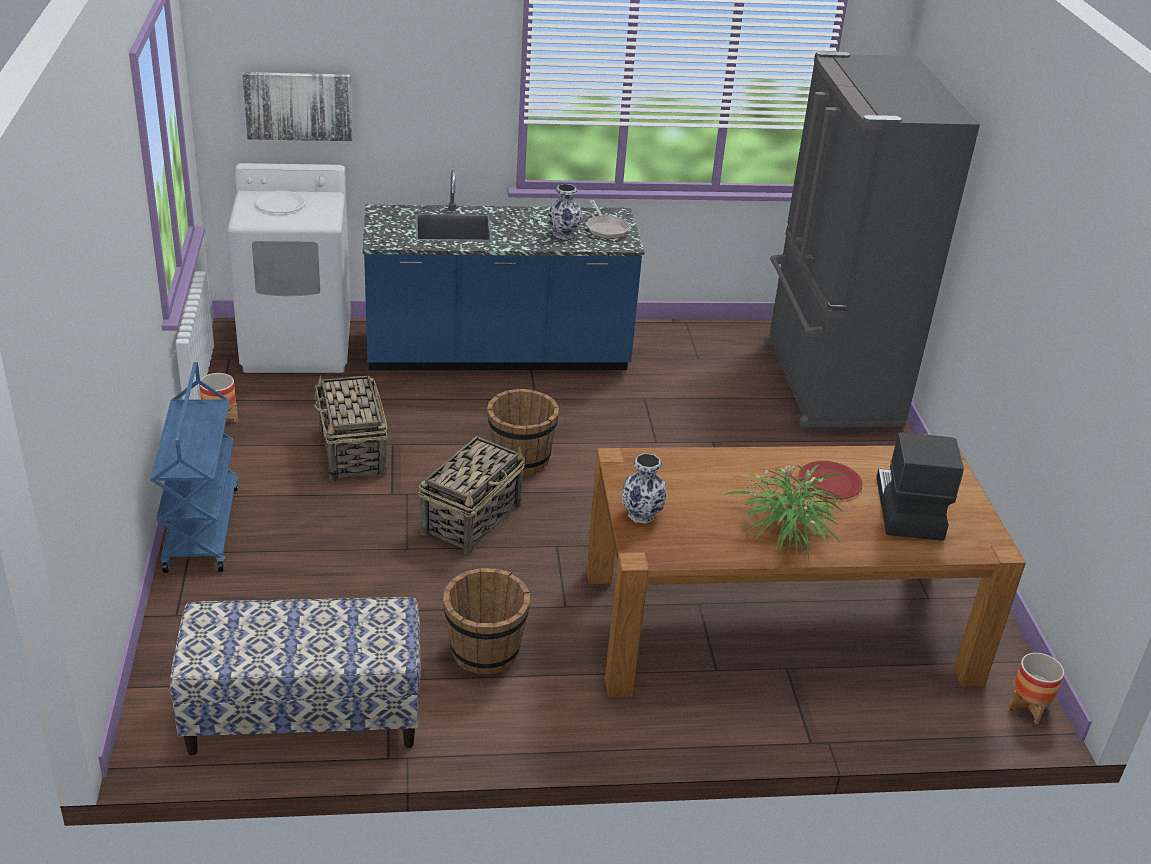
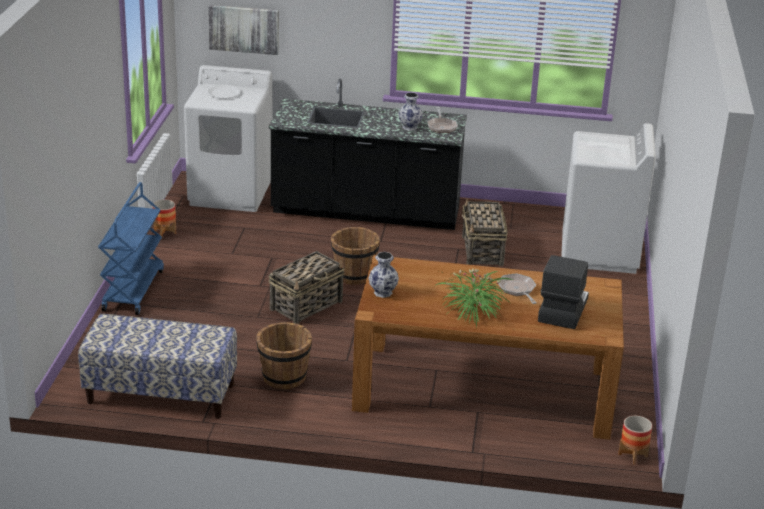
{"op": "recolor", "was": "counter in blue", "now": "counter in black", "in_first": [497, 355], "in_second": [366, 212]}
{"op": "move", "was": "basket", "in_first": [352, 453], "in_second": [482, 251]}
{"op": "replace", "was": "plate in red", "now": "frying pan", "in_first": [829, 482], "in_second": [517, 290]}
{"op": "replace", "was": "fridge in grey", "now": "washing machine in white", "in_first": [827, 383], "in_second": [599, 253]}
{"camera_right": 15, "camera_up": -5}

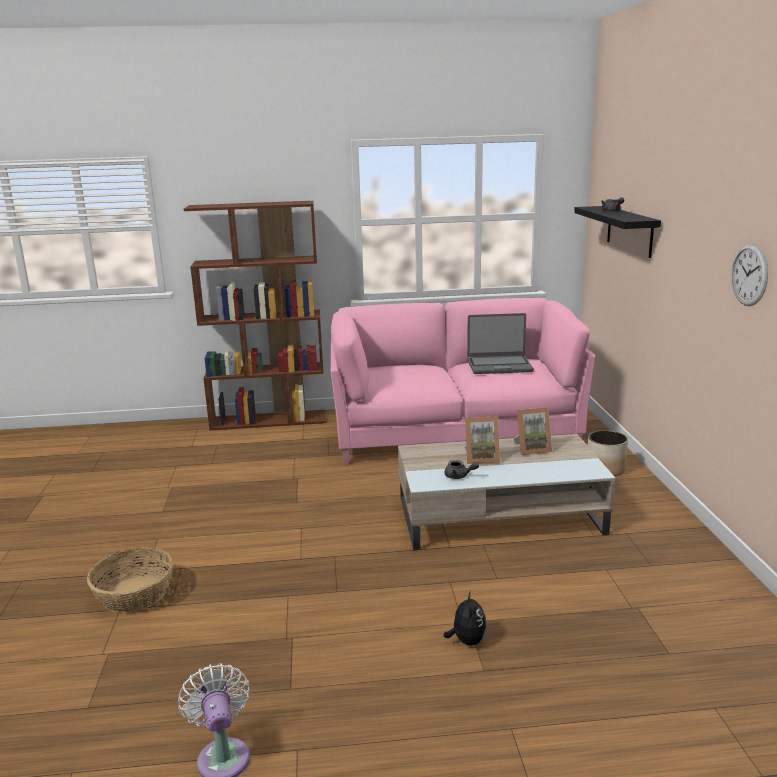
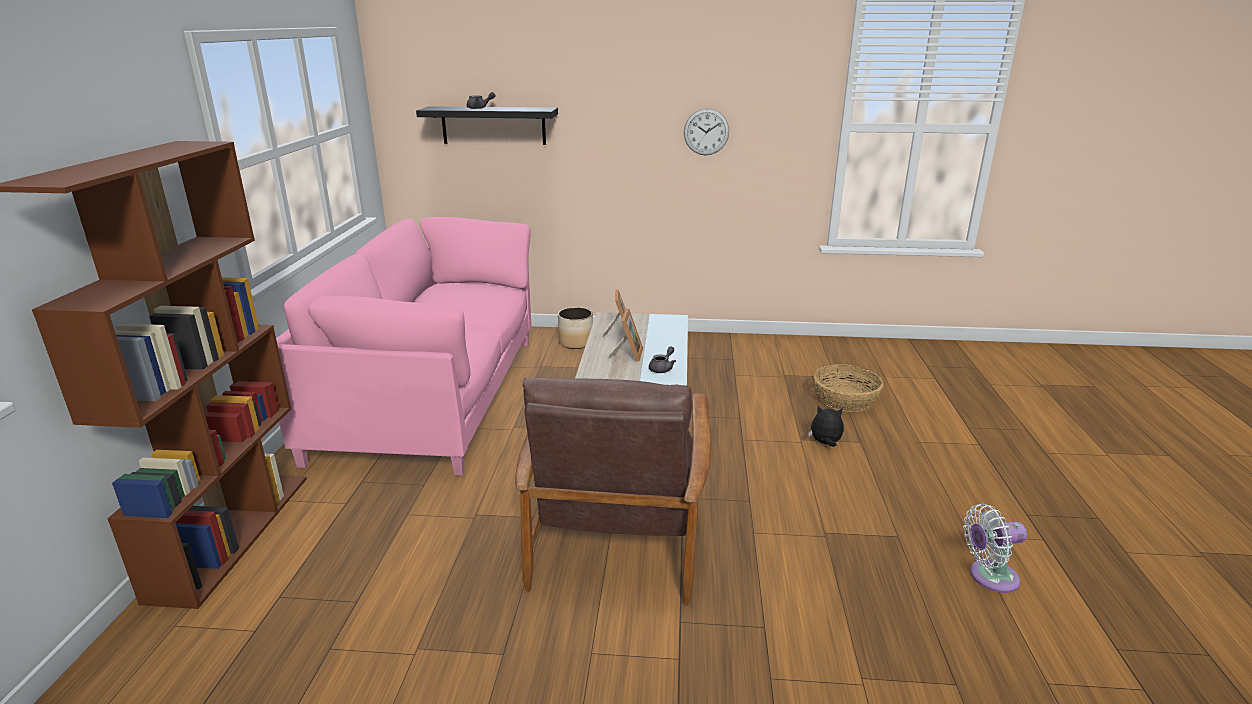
{"op": "insert", "now": "armchair in brown", "in_second": [618, 533]}
{"op": "move", "was": "basket", "in_first": [134, 594], "in_second": [844, 400]}
{"op": "delete", "was": "laptop", "in_first": [499, 366]}
{"camera_right": -80, "camera_up": 5}

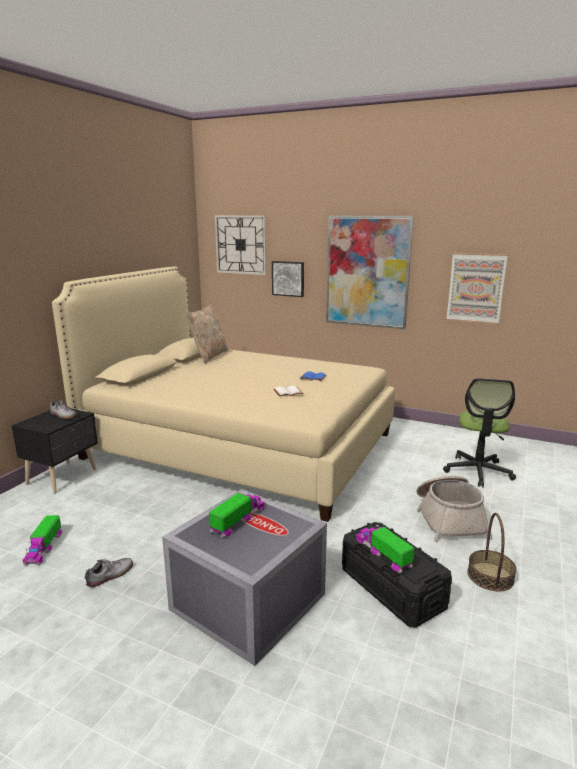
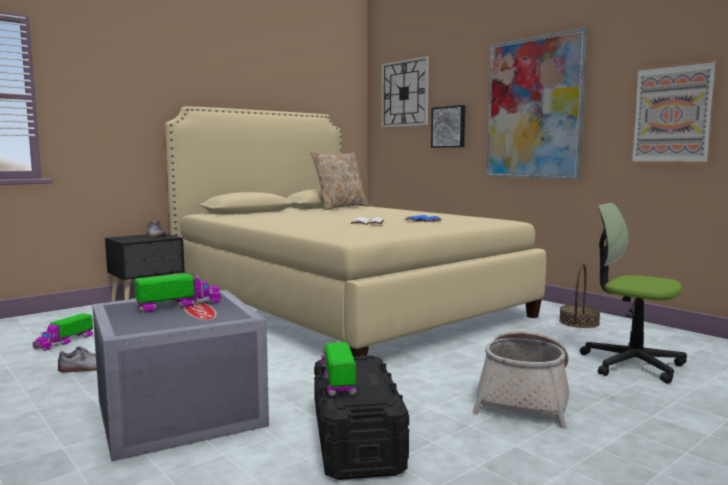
{"op": "move", "was": "basket", "in_first": [490, 576], "in_second": [579, 322]}
{"op": "rotate", "was": "office chair", "in_first": [478, 471], "in_second": [631, 364], "clockwise": 90}
{"camera_right": 25, "camera_up": -10}

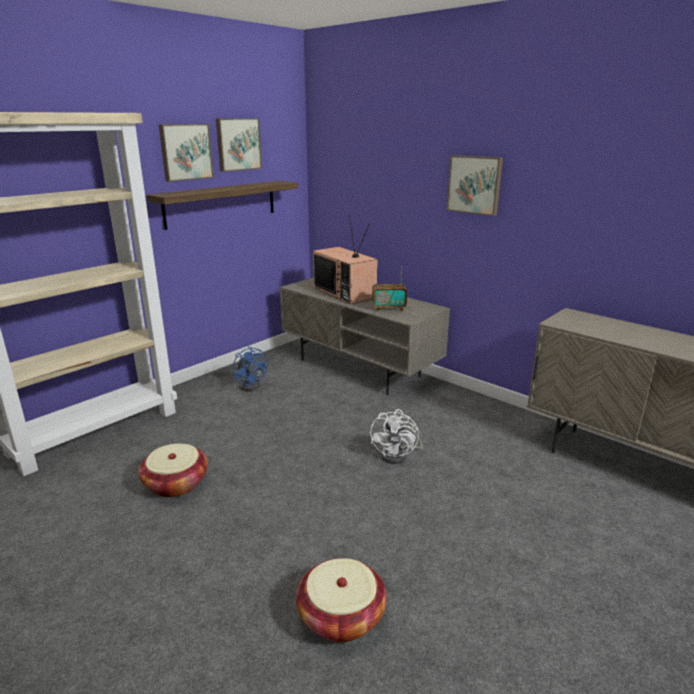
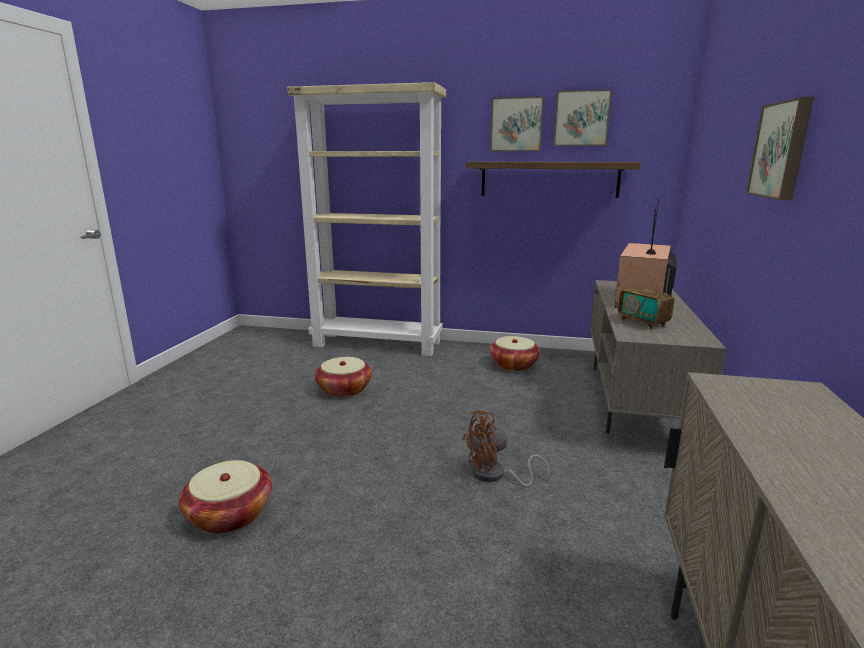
{"op": "recolor", "was": "fan in white", "now": "fan in brown", "in_first": [399, 455], "in_second": [495, 475]}
{"op": "replace", "was": "fan in blue", "now": "basket", "in_first": [251, 384], "in_second": [513, 365]}
{"camera_right": 60, "camera_up": -5}

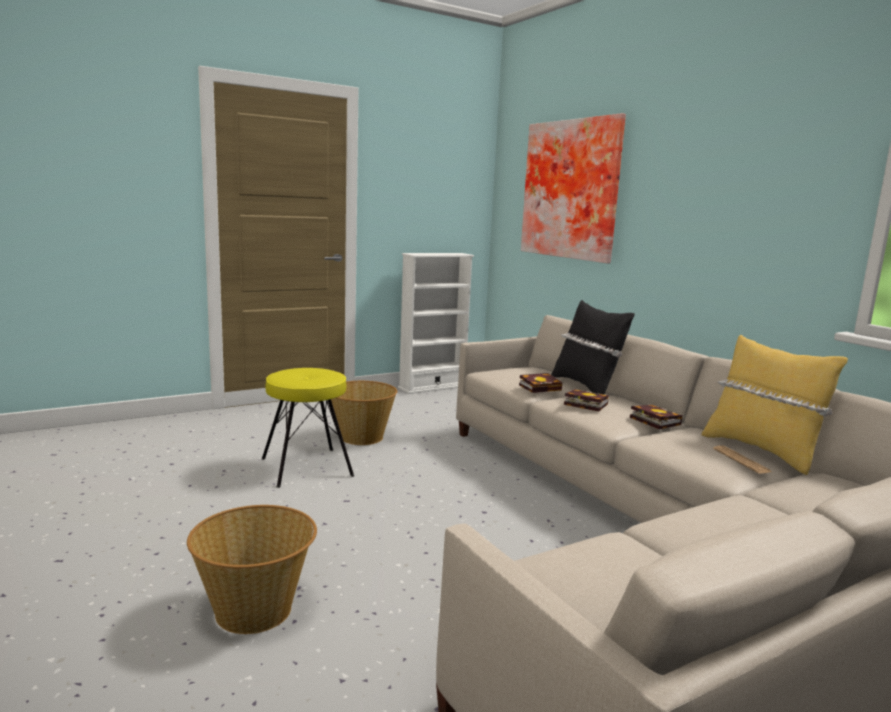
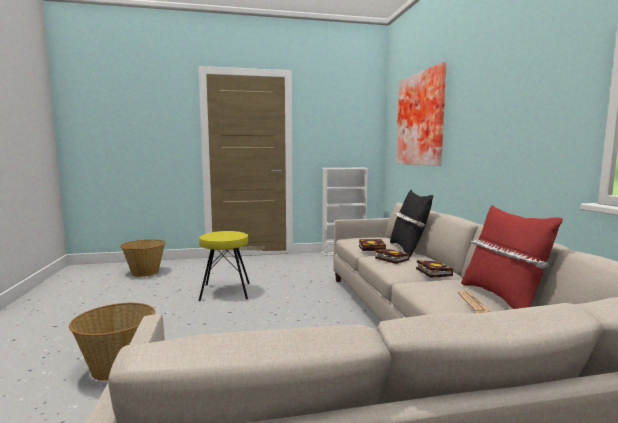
{"op": "move", "was": "basket", "in_first": [361, 437], "in_second": [145, 272]}
{"op": "recolor", "was": "pillow in yellow", "now": "pillow in red", "in_first": [761, 451], "in_second": [502, 298]}
{"camera_right": 20, "camera_up": -5}

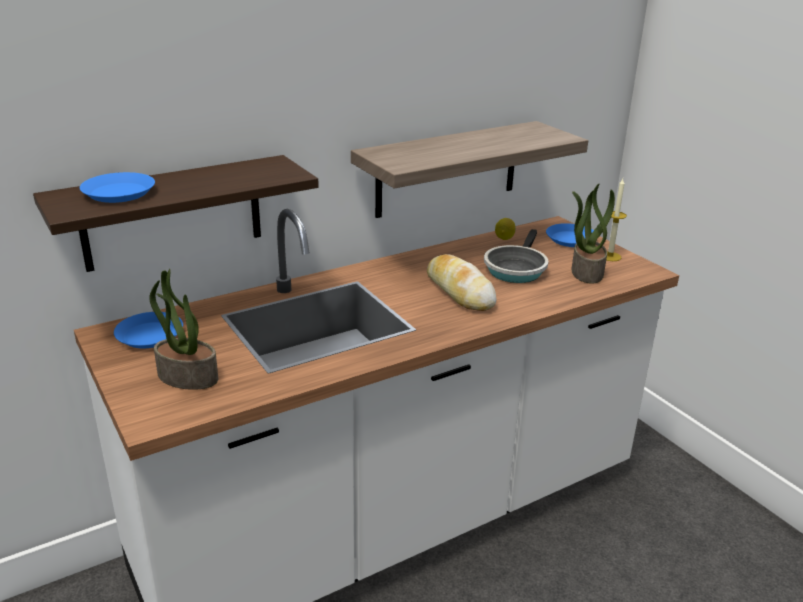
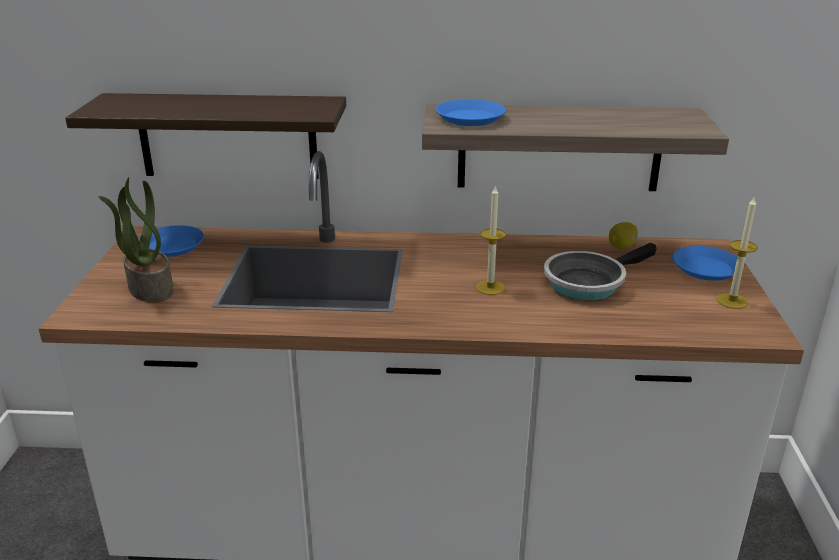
{"op": "move", "was": "plate in blue", "in_first": [119, 193], "in_second": [469, 118]}
{"op": "replace", "was": "bread", "now": "candle", "in_first": [459, 291], "in_second": [490, 287]}
{"op": "delete", "was": "potted plant", "in_first": [586, 272]}
{"camera_right": 35, "camera_up": 0}

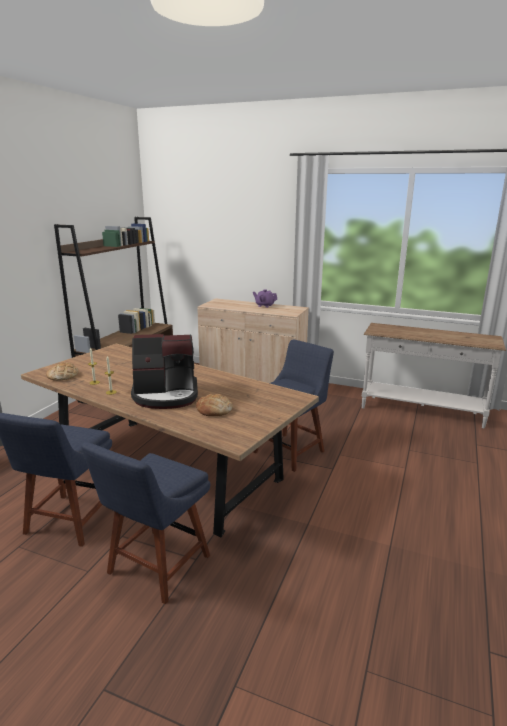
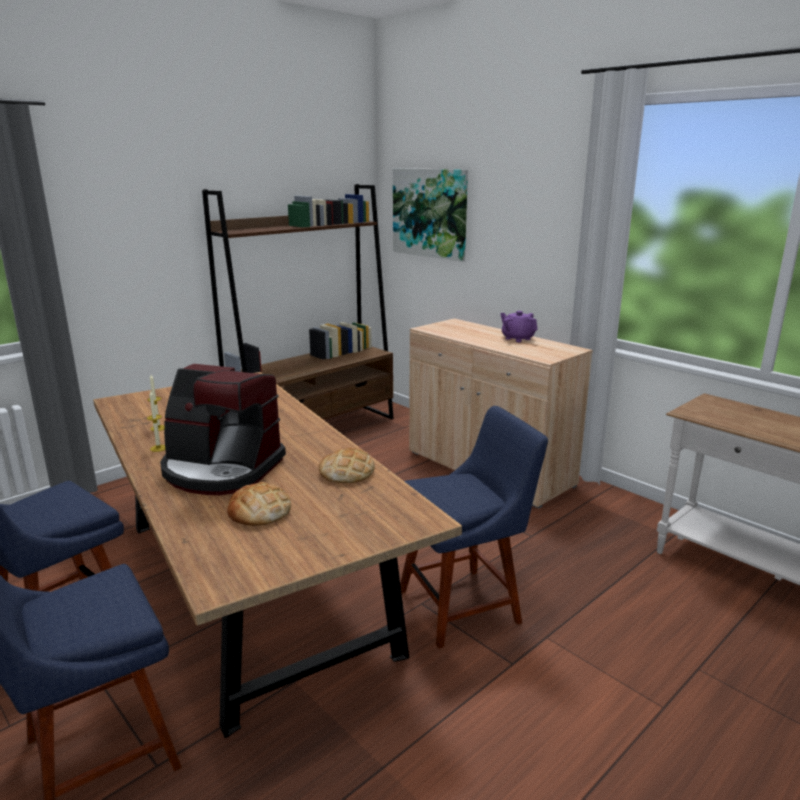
{"op": "move", "was": "bread", "in_first": [63, 375], "in_second": [347, 472]}
{"op": "insert", "now": "picture", "in_second": [430, 213]}
{"camera_right": 25, "camera_up": 0}

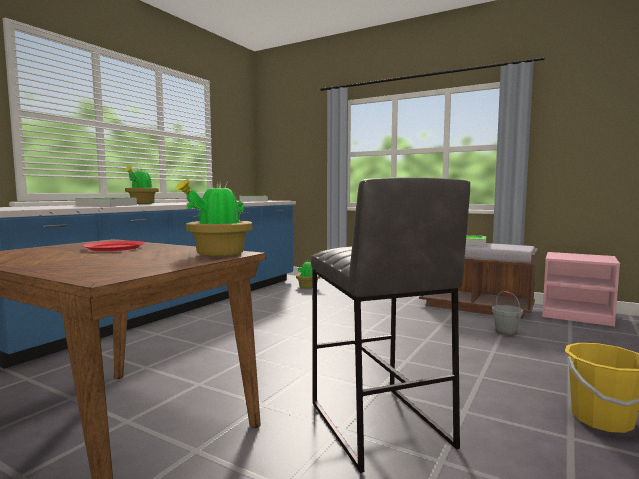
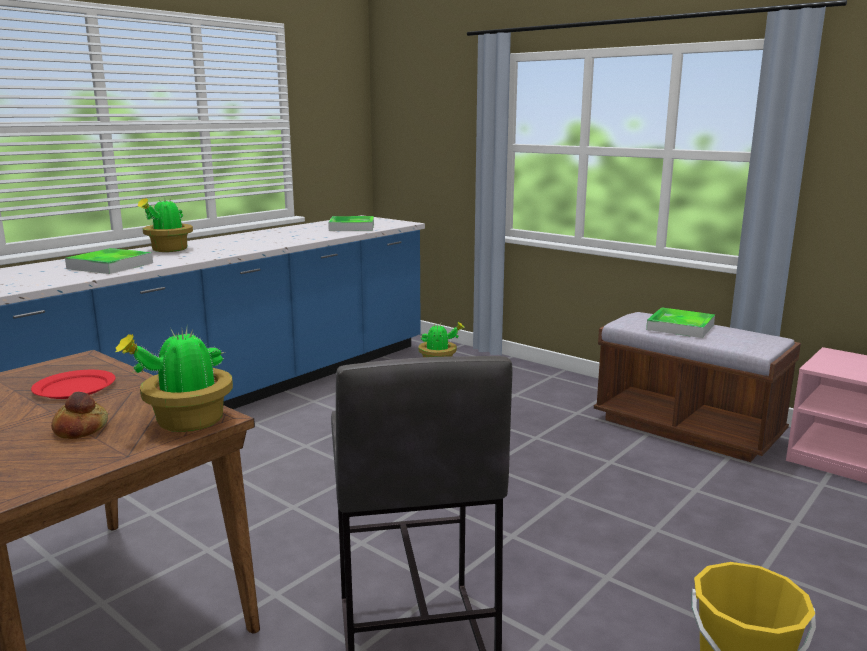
{"op": "insert", "now": "bread", "in_second": [81, 429]}
{"op": "delete", "was": "bucket in grey", "in_first": [506, 332]}
{"camera_right": 10, "camera_up": 10}

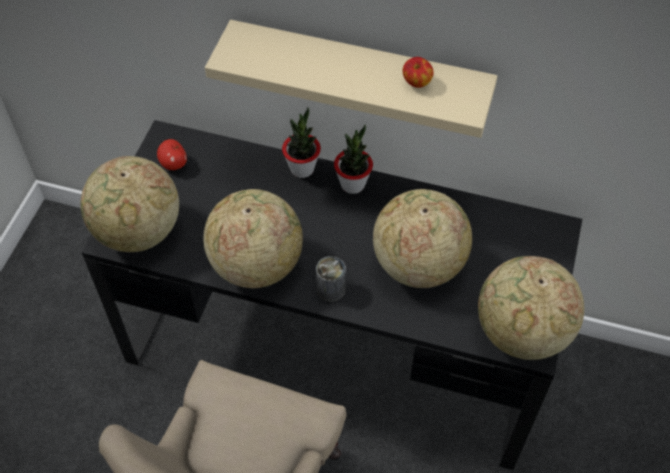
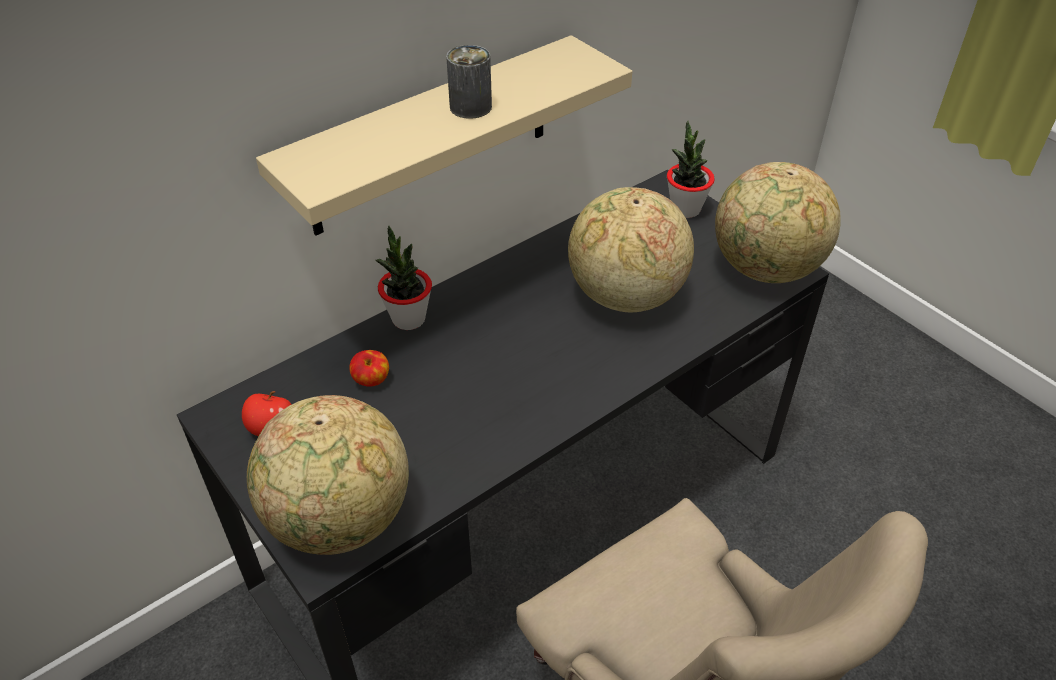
{"op": "move", "was": "apple", "in_first": [416, 83], "in_second": [371, 381]}
{"op": "move", "was": "can", "in_first": [331, 289], "in_second": [470, 107]}
{"op": "move", "was": "potted plant", "in_first": [353, 184], "in_second": [685, 209]}
{"op": "delete", "was": "globe", "in_first": [256, 265]}
{"camera_right": -55, "camera_up": -10}

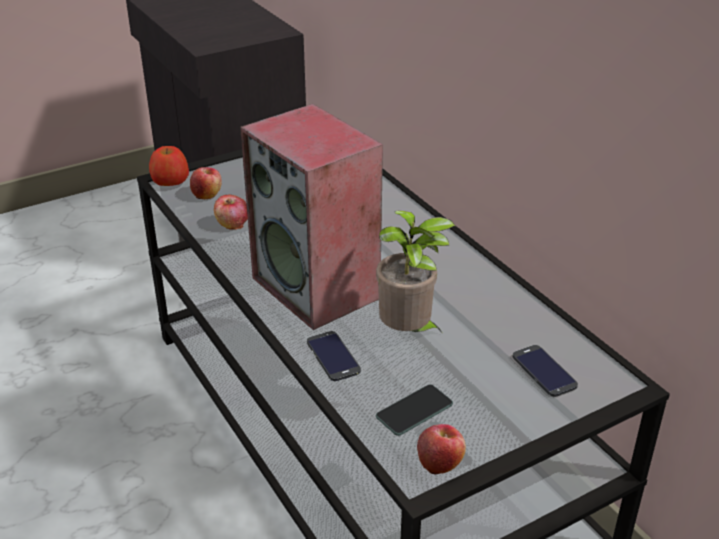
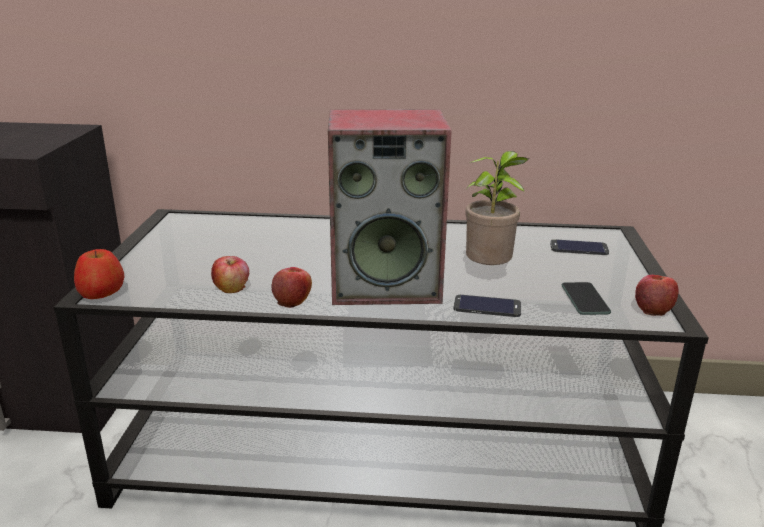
{"op": "move", "was": "apple", "in_first": [207, 194], "in_second": [292, 300]}
{"camera_right": -55, "camera_up": -10}

